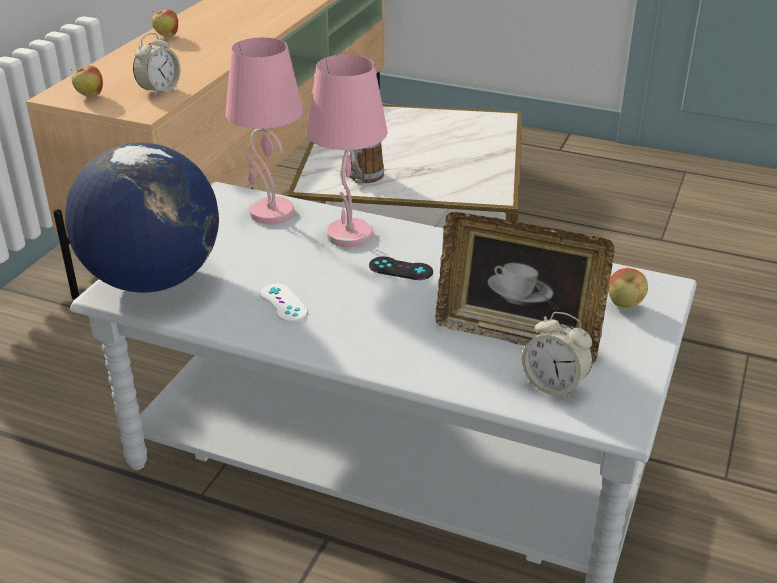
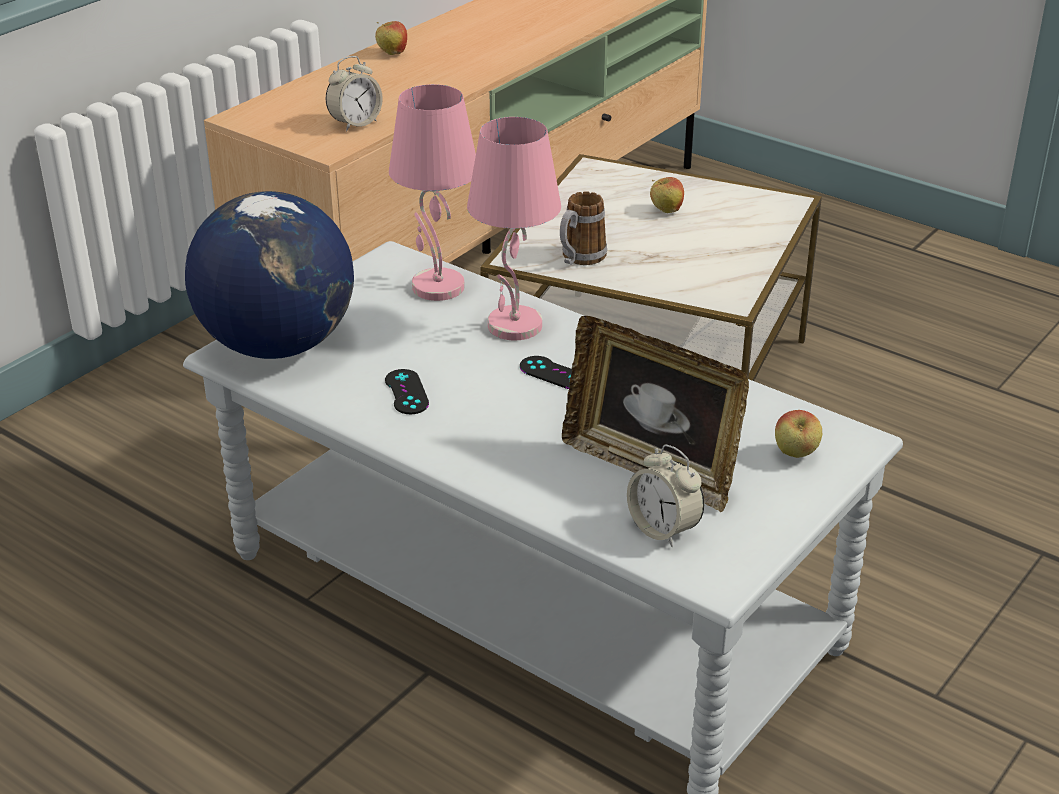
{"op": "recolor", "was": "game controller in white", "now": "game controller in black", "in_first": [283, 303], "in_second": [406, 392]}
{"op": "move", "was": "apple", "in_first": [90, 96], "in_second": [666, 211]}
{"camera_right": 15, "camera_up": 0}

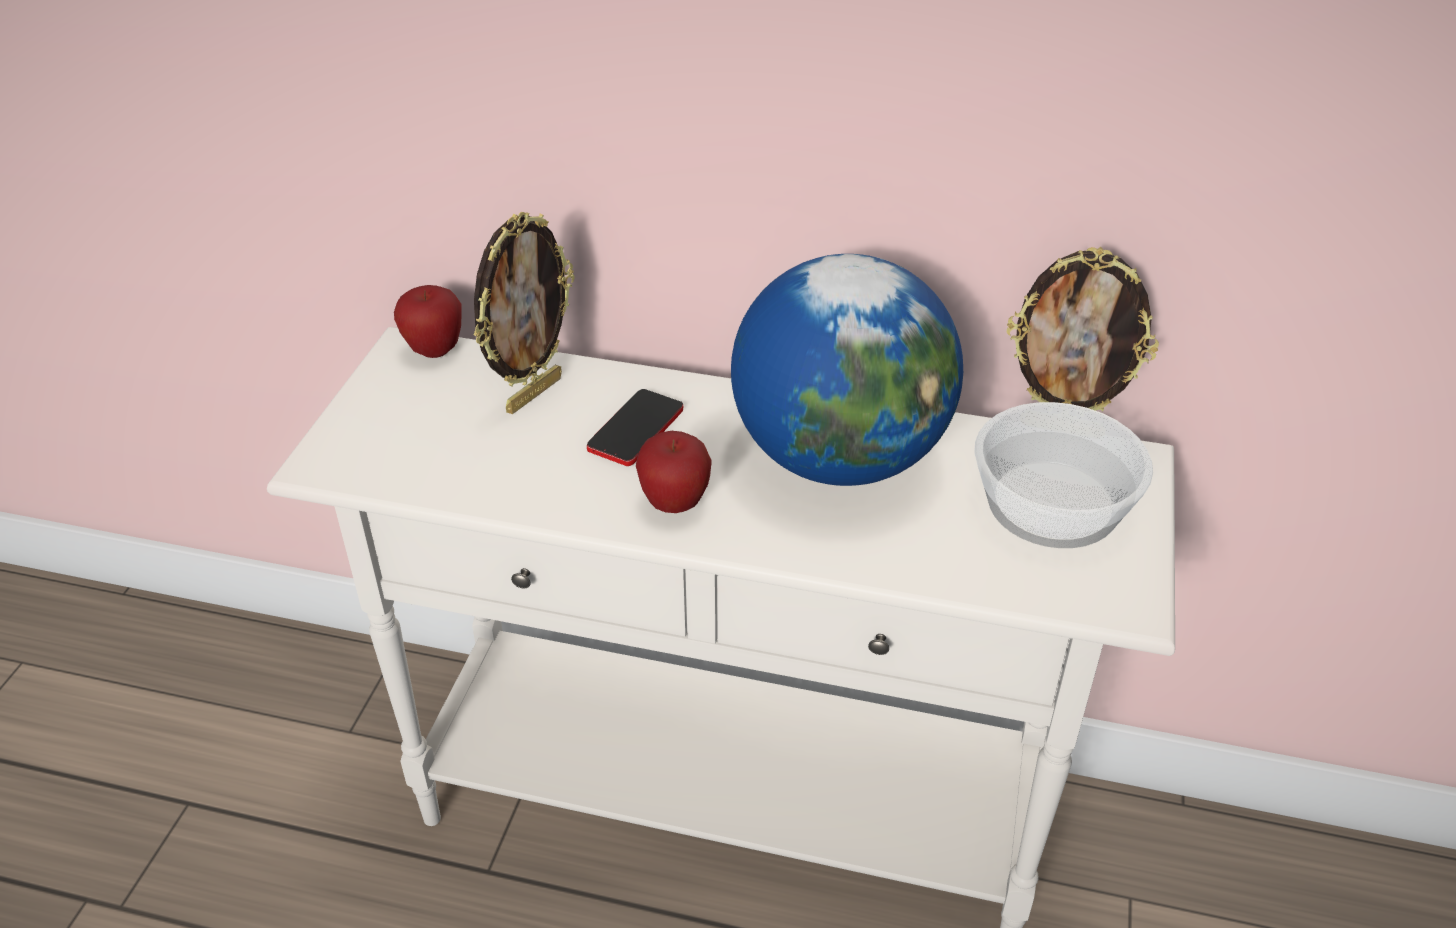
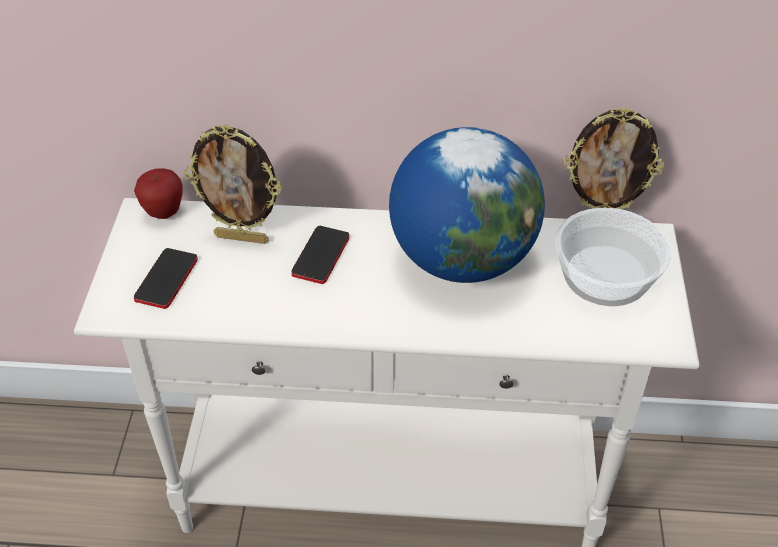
{"op": "insert", "now": "phone", "in_second": [166, 279]}
{"op": "rotate", "was": "picture frame", "in_first": [532, 393], "in_second": [242, 237], "clockwise": 75}
{"op": "delete", "was": "apple", "in_first": [675, 503]}
{"camera_right": -10, "camera_up": 5}

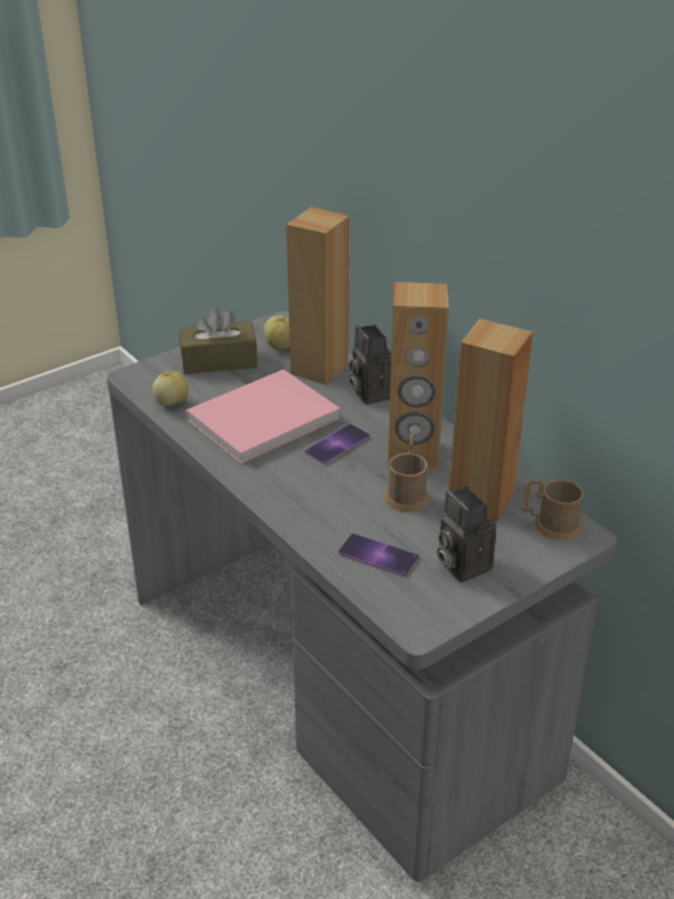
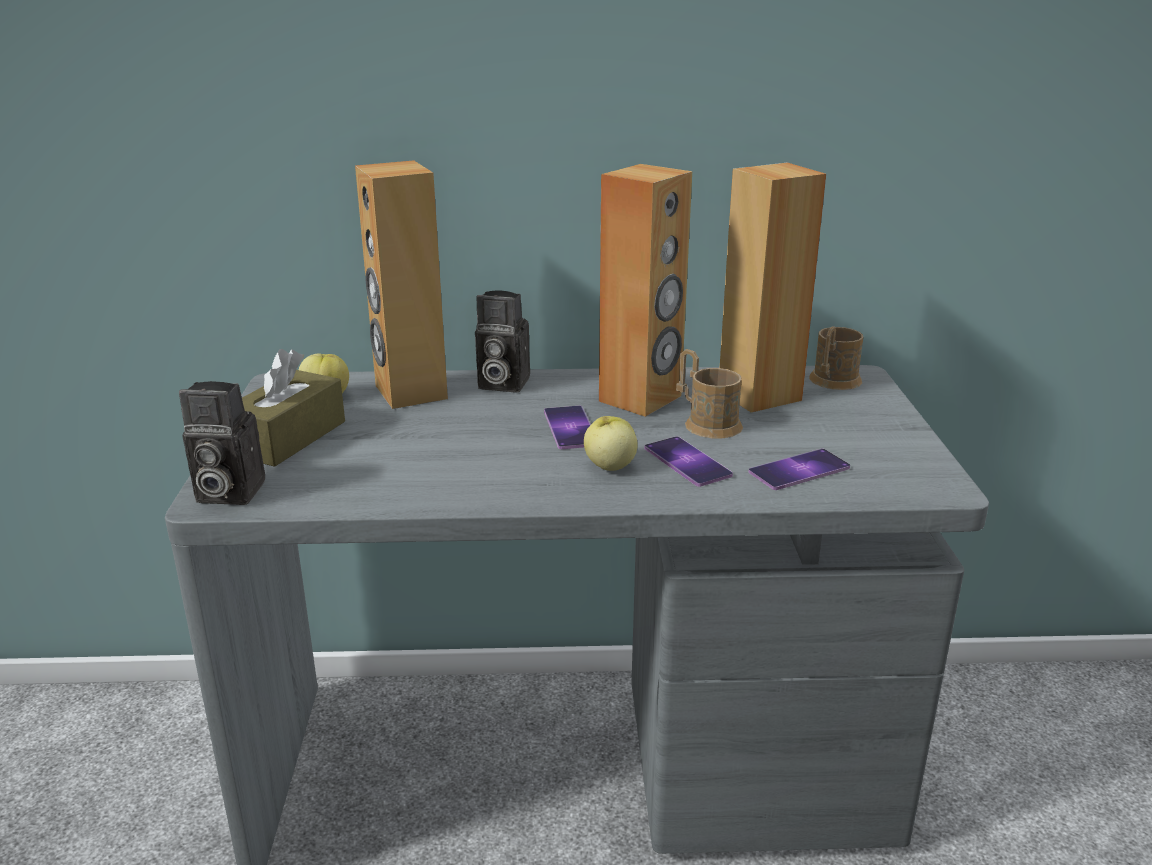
{"op": "move", "was": "photo camera", "in_first": [460, 564], "in_second": [225, 493]}
{"op": "move", "was": "apple", "in_first": [171, 403], "in_second": [610, 466]}
{"op": "insert", "now": "phone", "in_second": [687, 461]}
{"op": "delete", "was": "book in pink", "in_first": [257, 419]}
{"camera_right": -55, "camera_up": -10}

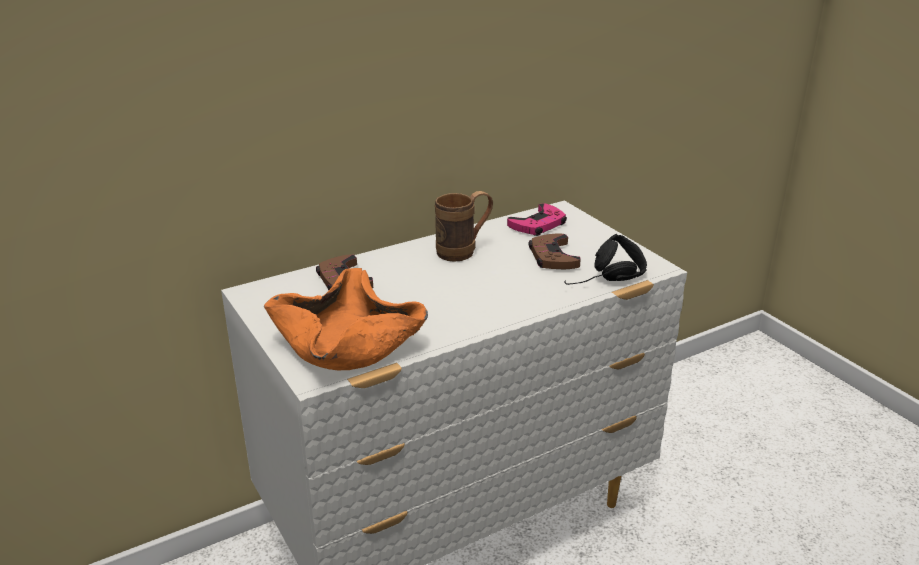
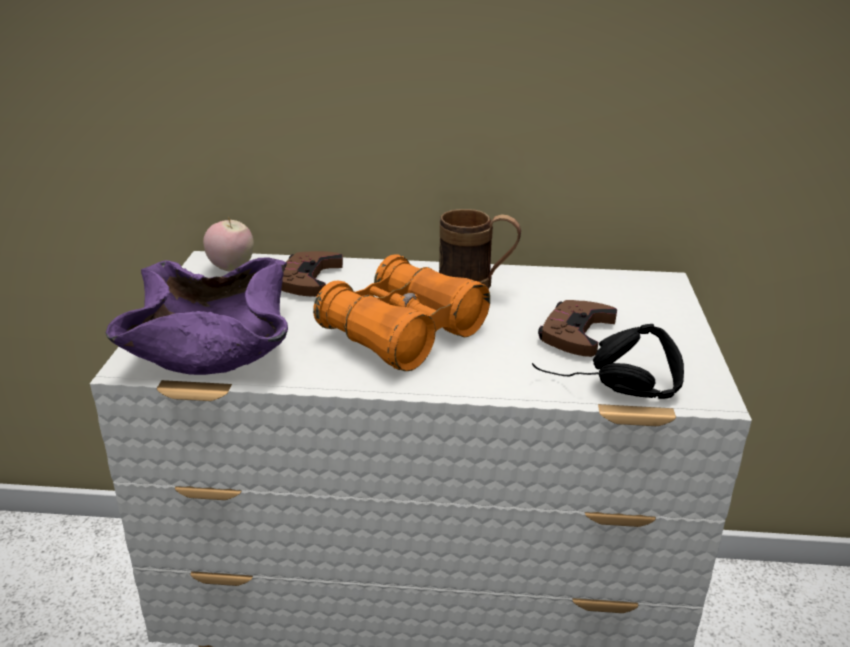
{"op": "recolor", "was": "bowl in orange", "now": "bowl in purple", "in_first": [348, 345], "in_second": [214, 345]}
{"op": "insert", "now": "apple", "in_second": [231, 268]}
{"op": "insert", "now": "binoculars in orange", "in_second": [403, 333]}
{"op": "delete", "was": "game controller in pink", "in_first": [538, 225]}
{"camera_right": 35, "camera_up": 0}

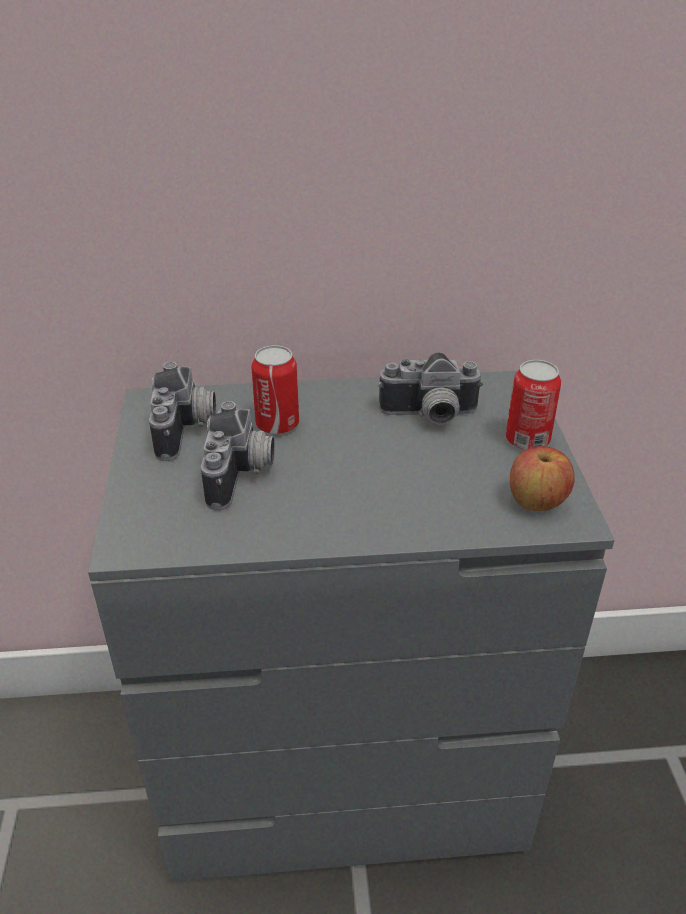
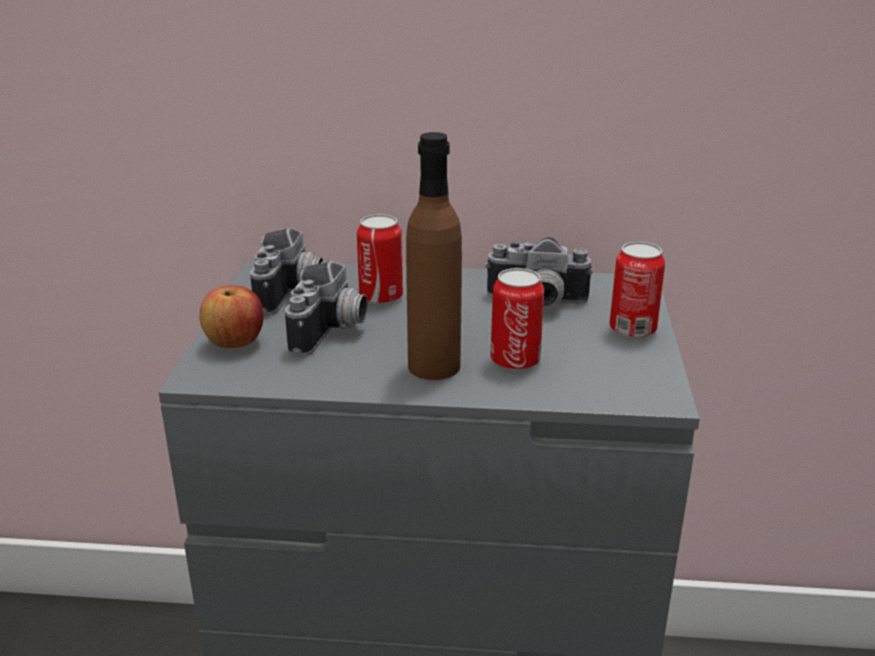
{"op": "move", "was": "apple", "in_first": [536, 502], "in_second": [235, 343]}
{"op": "insert", "now": "bottle in brown", "in_second": [434, 366]}
{"op": "insert", "now": "can", "in_second": [515, 361]}
{"camera_right": 10, "camera_up": -10}

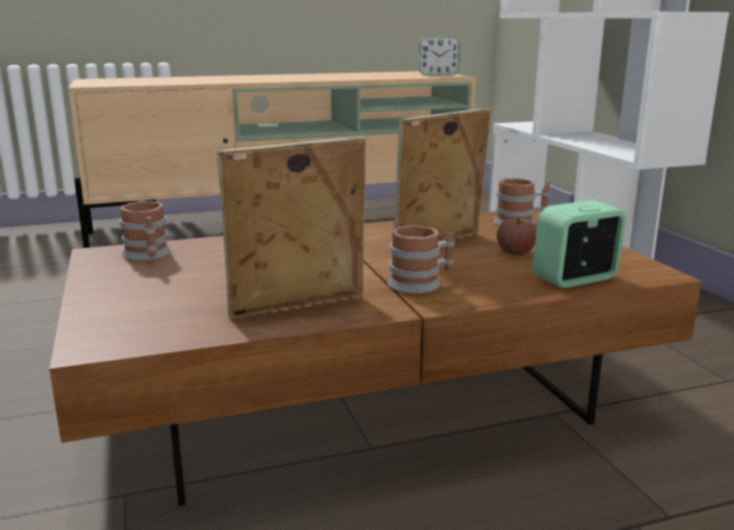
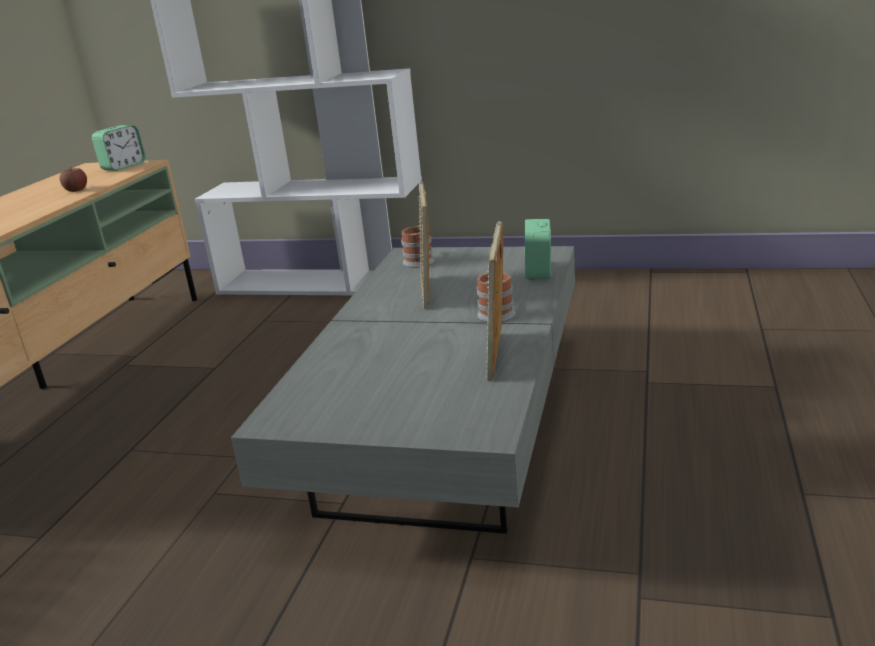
{"op": "move", "was": "apple", "in_first": [515, 252], "in_second": [76, 190]}
{"op": "recolor", "was": "coffee table in brown", "now": "coffee table in grey", "in_first": [366, 403], "in_second": [450, 428]}
{"op": "delete", "was": "mug", "in_first": [148, 256]}
{"camera_right": -55, "camera_up": 5}

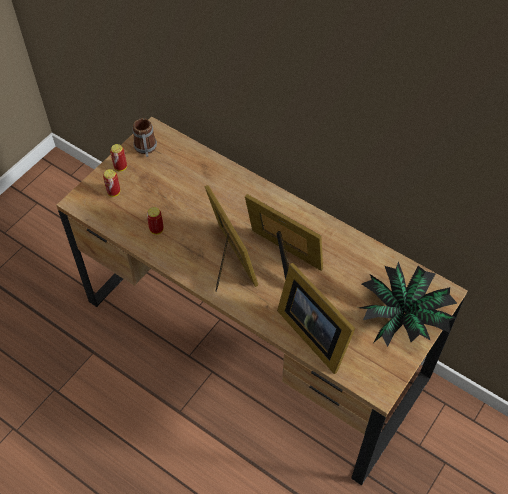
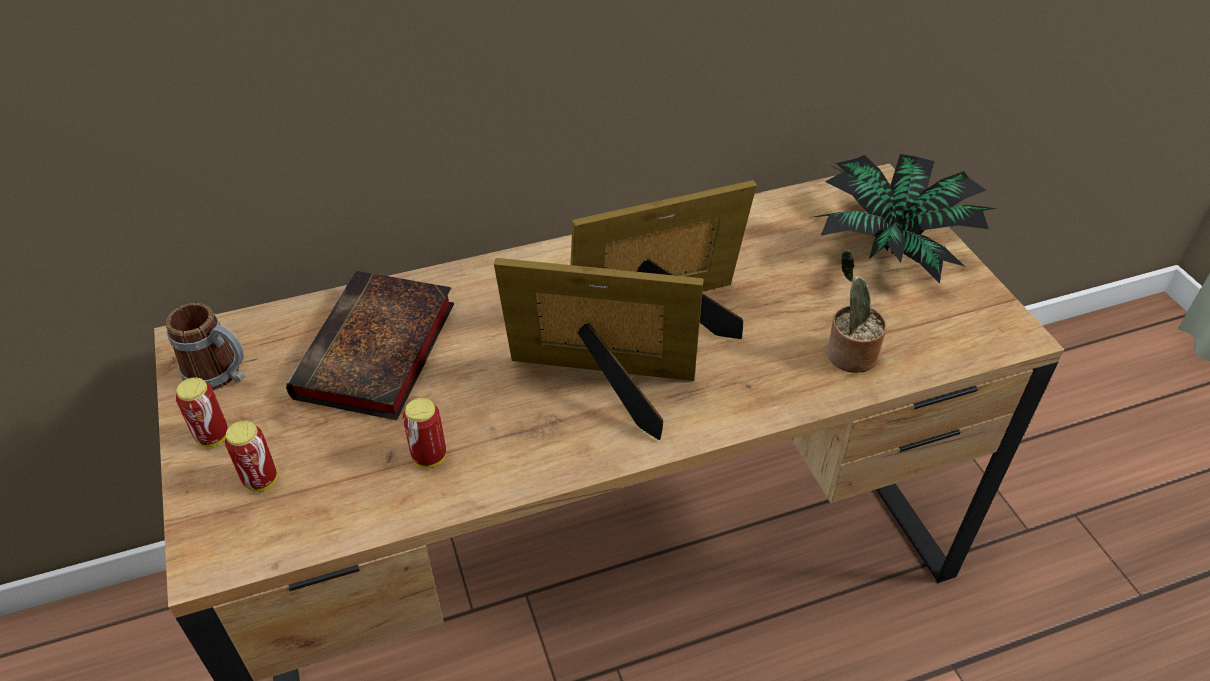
{"op": "insert", "now": "book", "in_second": [376, 354]}
{"op": "replace", "was": "picture frame", "now": "potted plant", "in_first": [313, 332], "in_second": [847, 354]}
{"camera_right": -55, "camera_up": -10}

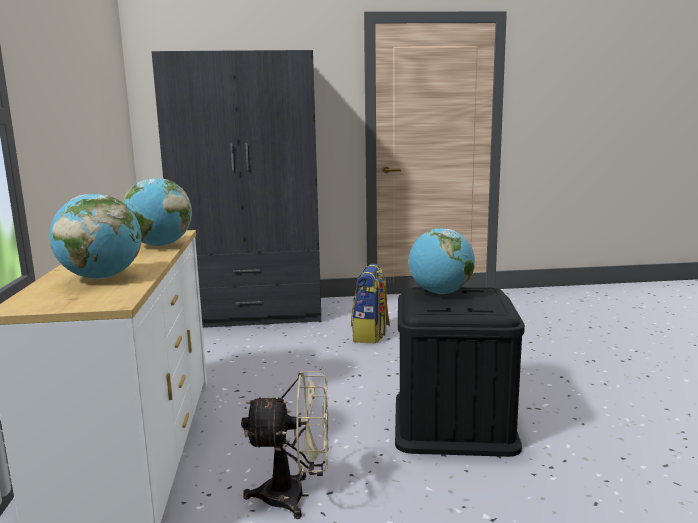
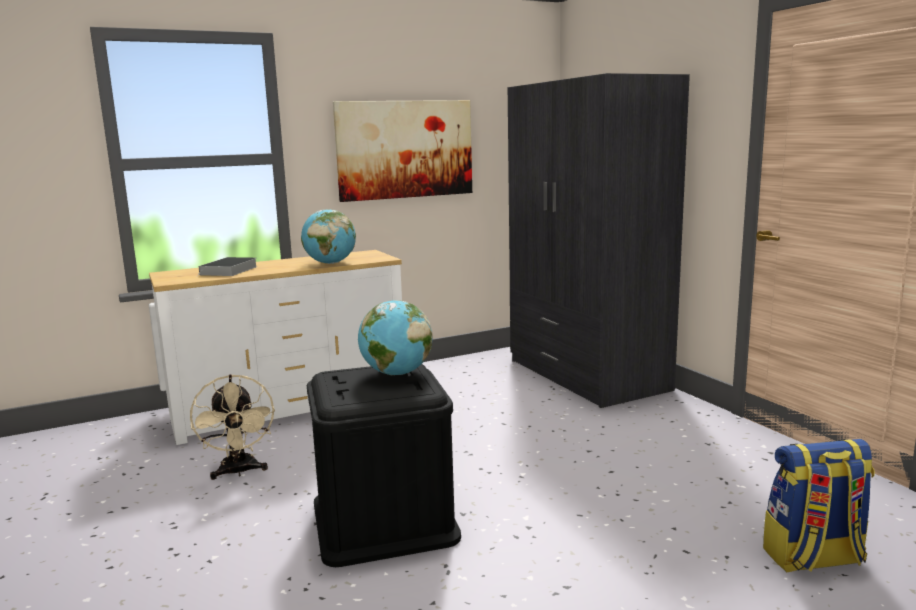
{"op": "replace", "was": "globe", "now": "book", "in_first": [101, 278], "in_second": [229, 271]}
{"op": "insert", "now": "picture", "in_second": [405, 149]}
{"op": "move", "was": "backpack", "in_first": [371, 335], "in_second": [813, 559]}
{"camera_right": 70, "camera_up": 0}

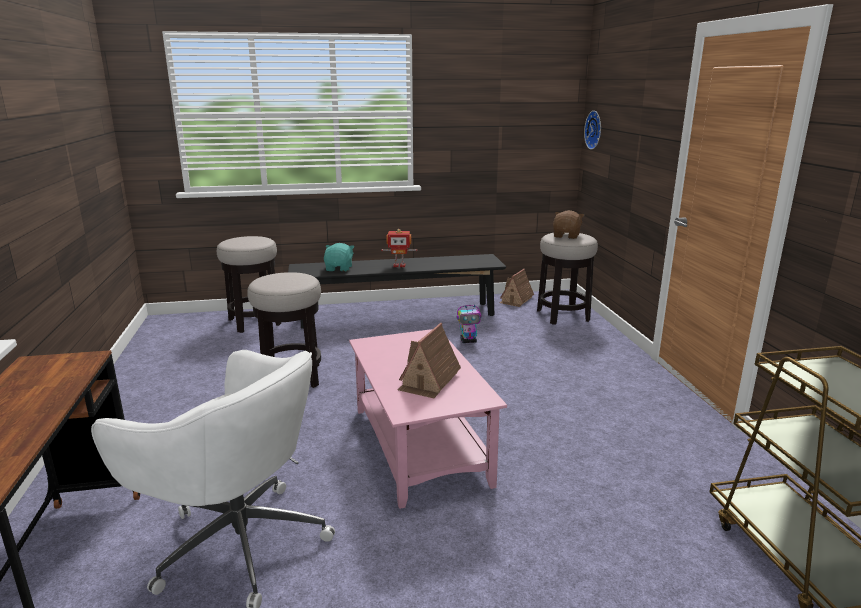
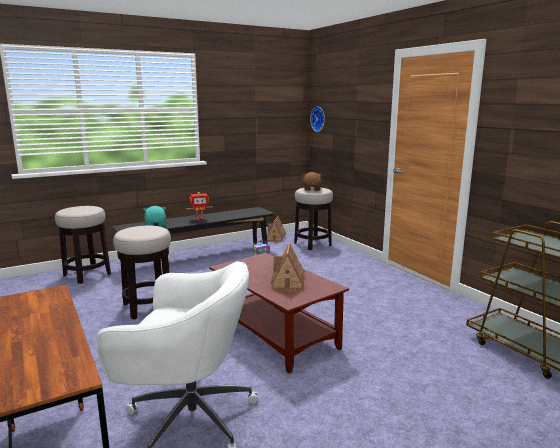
{"op": "recolor", "was": "coffee table in pink", "now": "coffee table in brown", "in_first": [418, 445], "in_second": [274, 334]}
{"camera_right": -20, "camera_up": -5}

